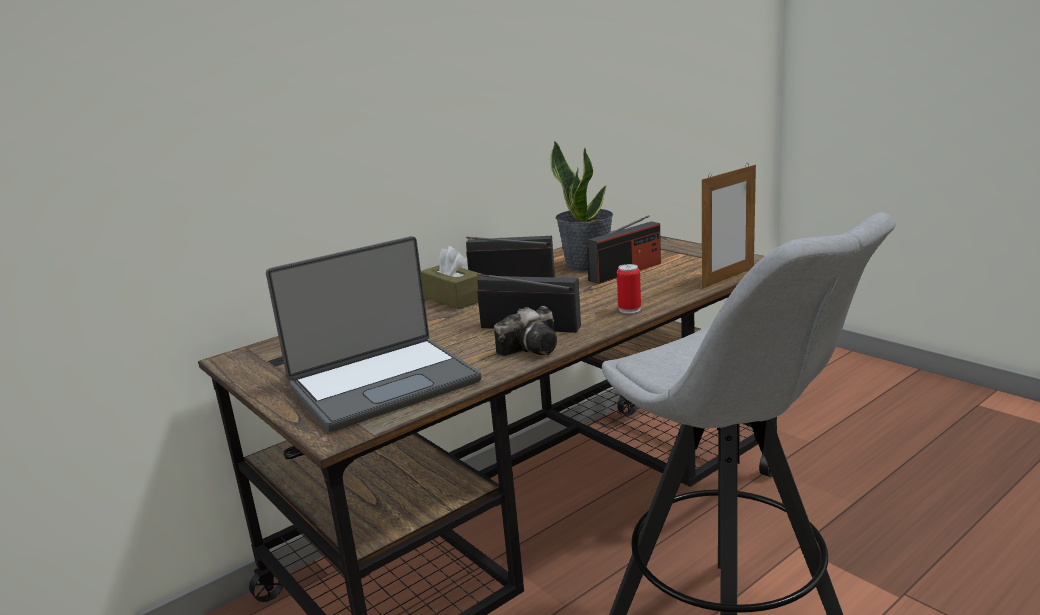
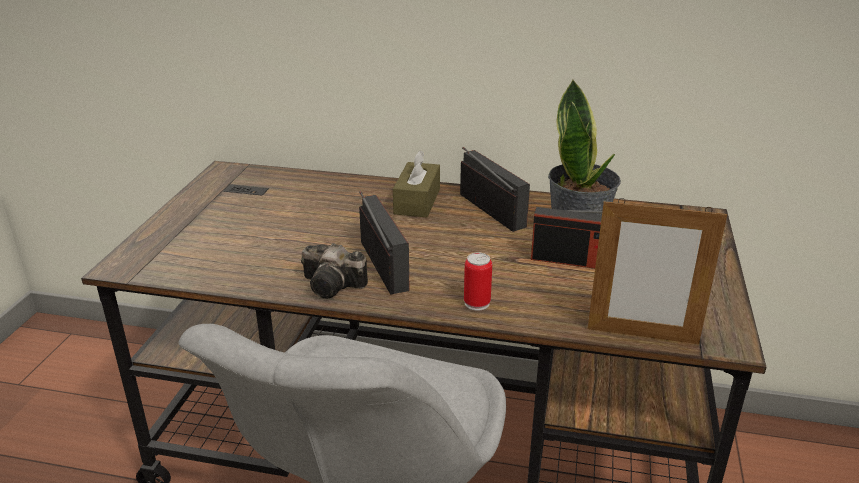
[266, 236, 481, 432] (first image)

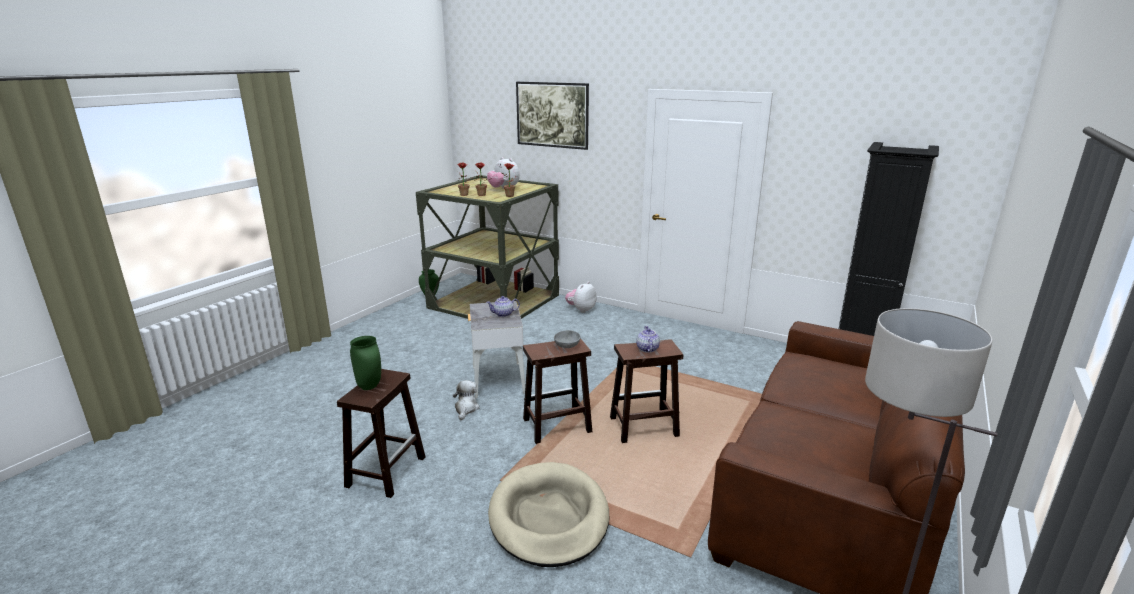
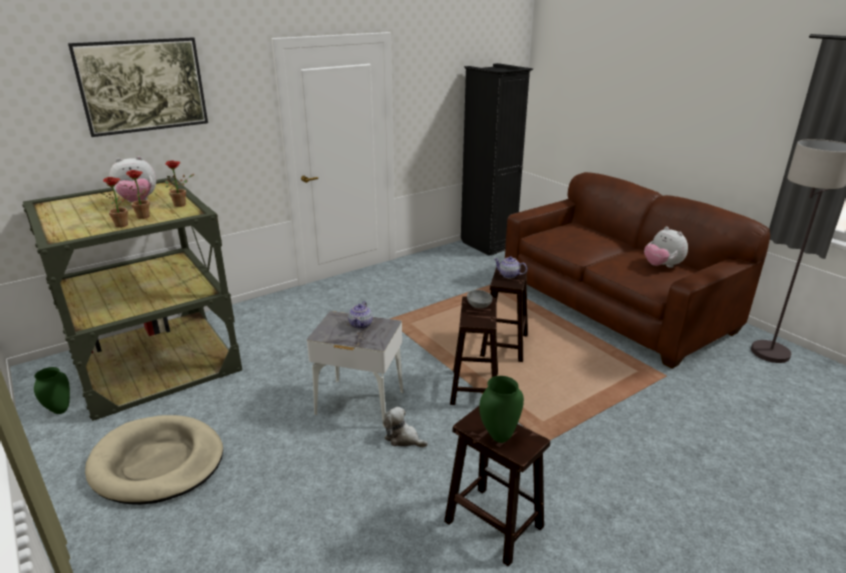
[85, 415, 223, 505]
[644, 227, 688, 268]

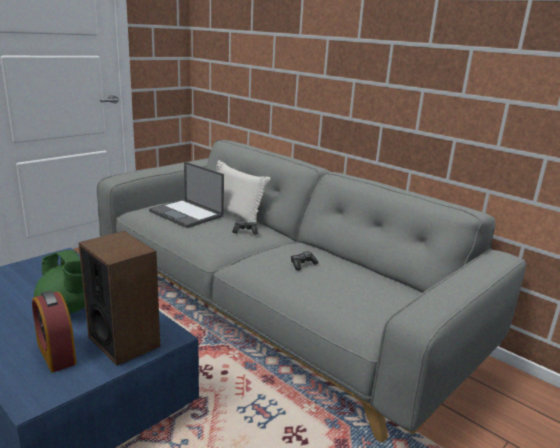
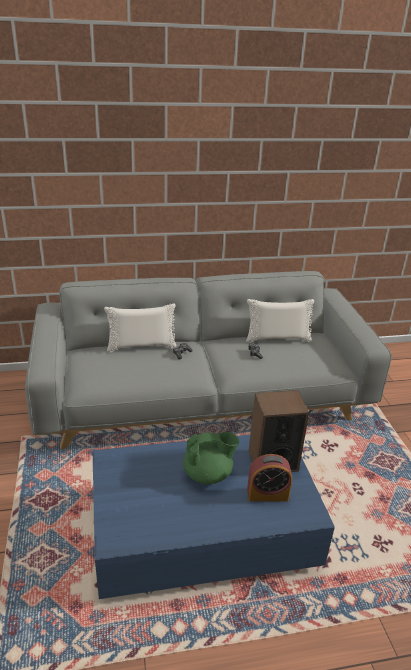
[149, 161, 224, 228] (first image)
[246, 299, 314, 343]

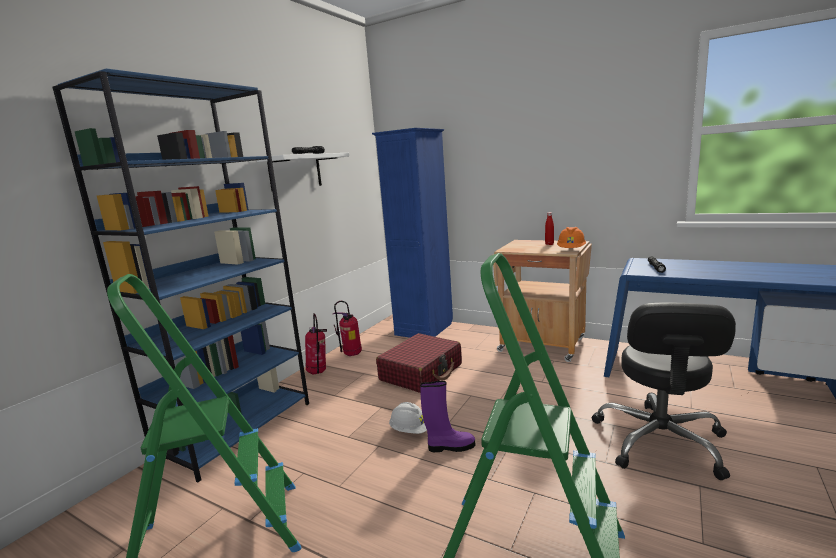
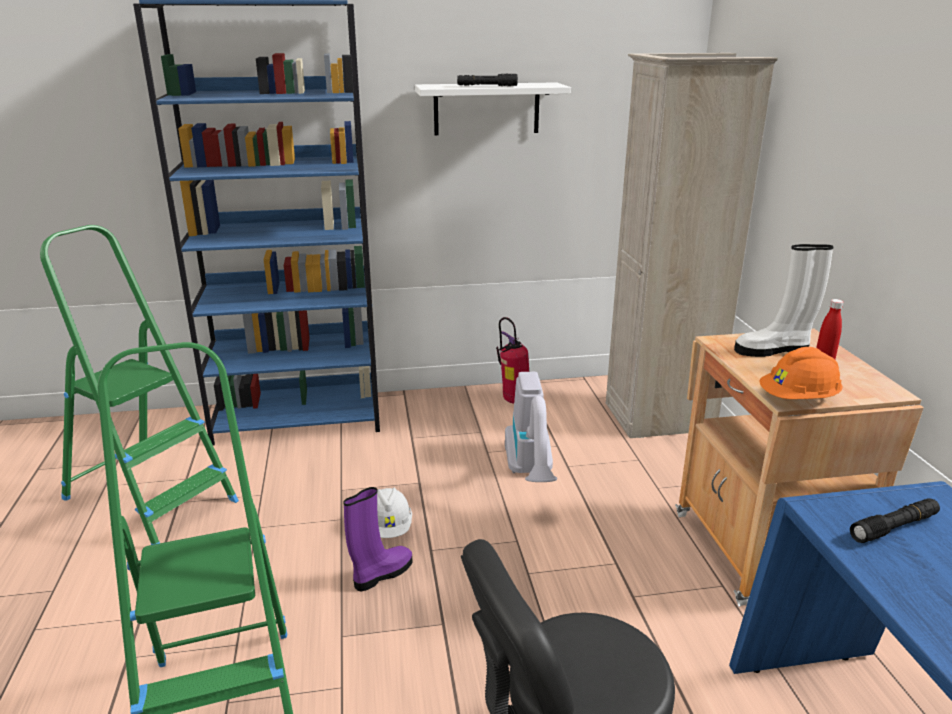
[305, 313, 327, 375] (first image)
[734, 244, 834, 357]
[505, 372, 557, 482]
[606, 53, 778, 438]
[343, 487, 412, 591]

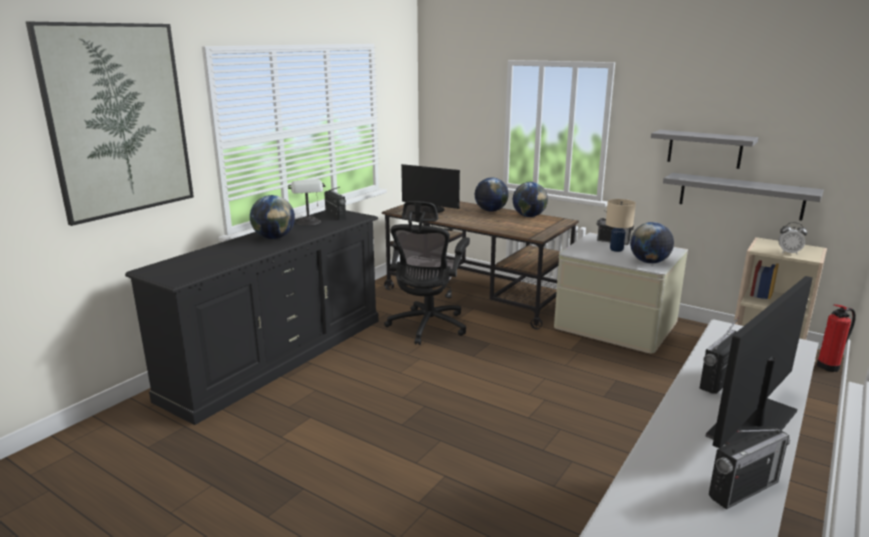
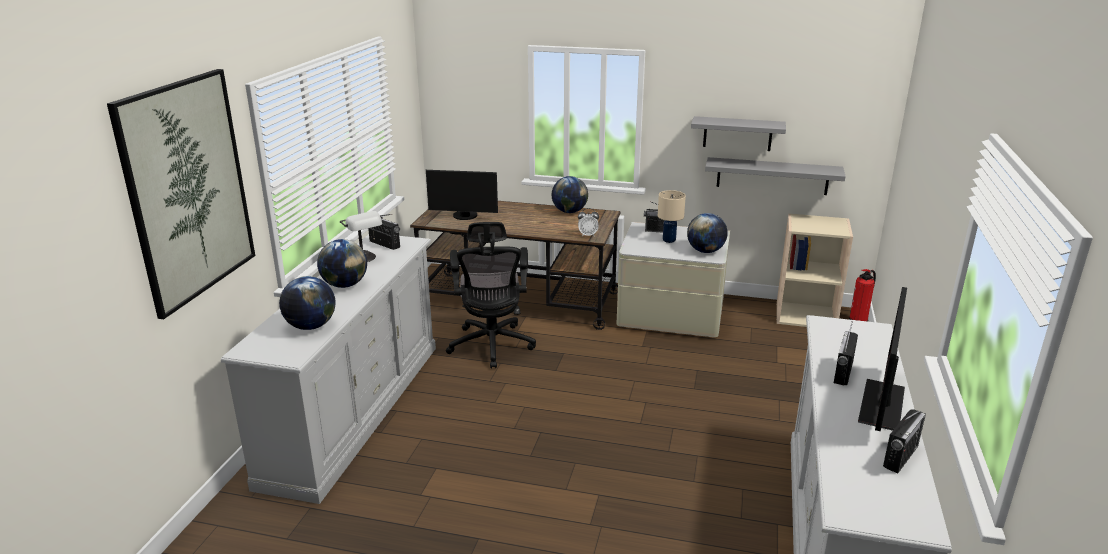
[279, 276, 335, 330]
[578, 208, 599, 236]
[221, 234, 436, 504]

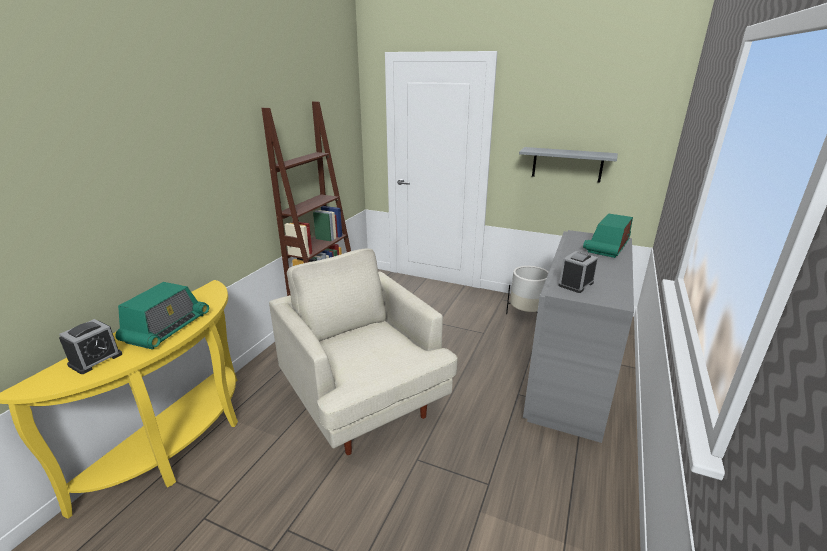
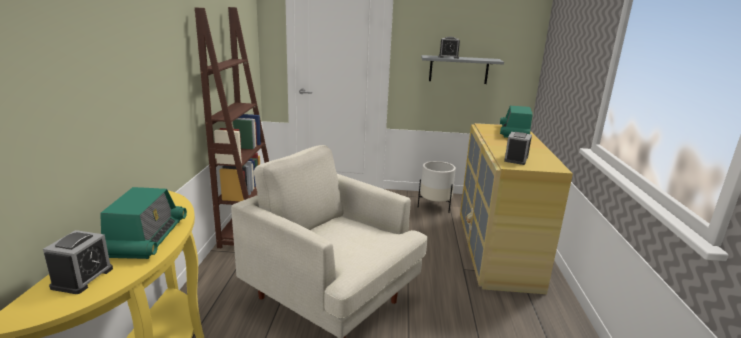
[439, 37, 460, 59]
[460, 123, 573, 294]

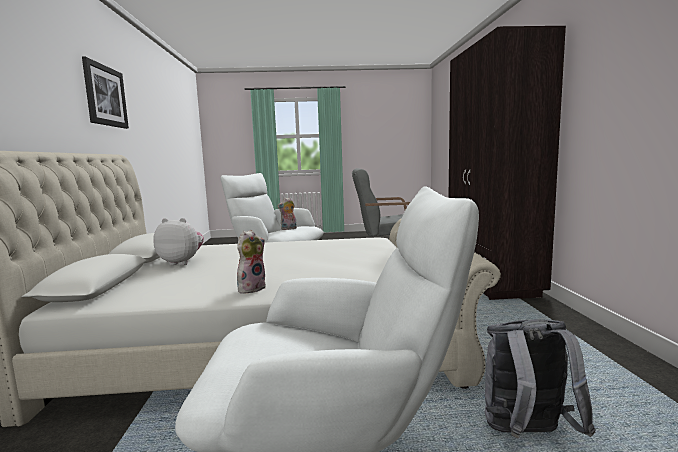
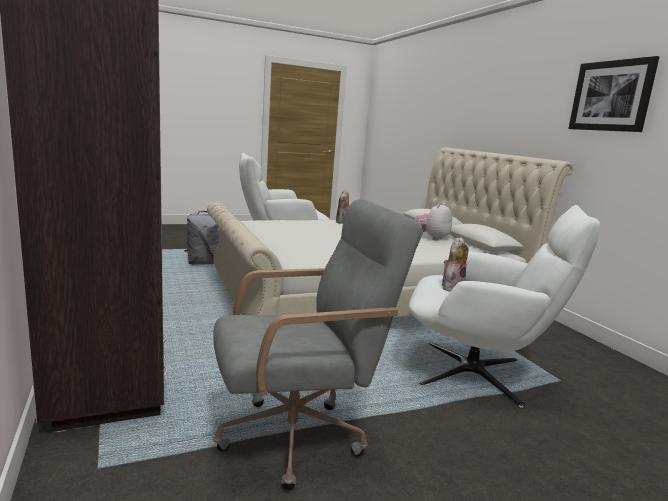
[415, 203, 452, 241]

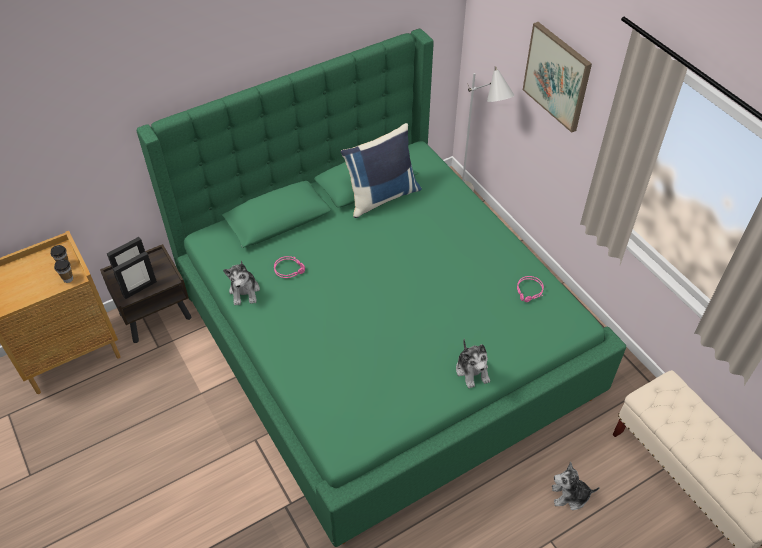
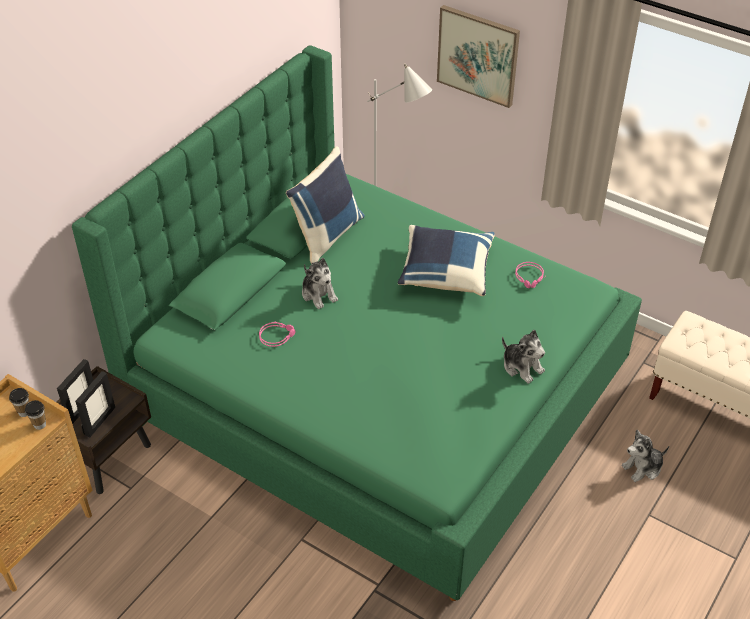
[398, 225, 495, 296]
[302, 258, 338, 309]

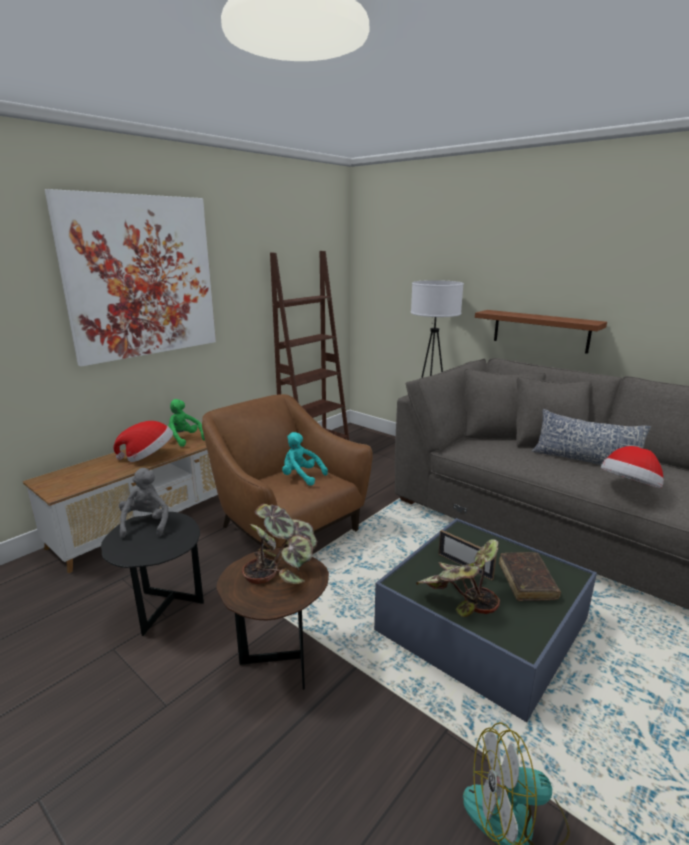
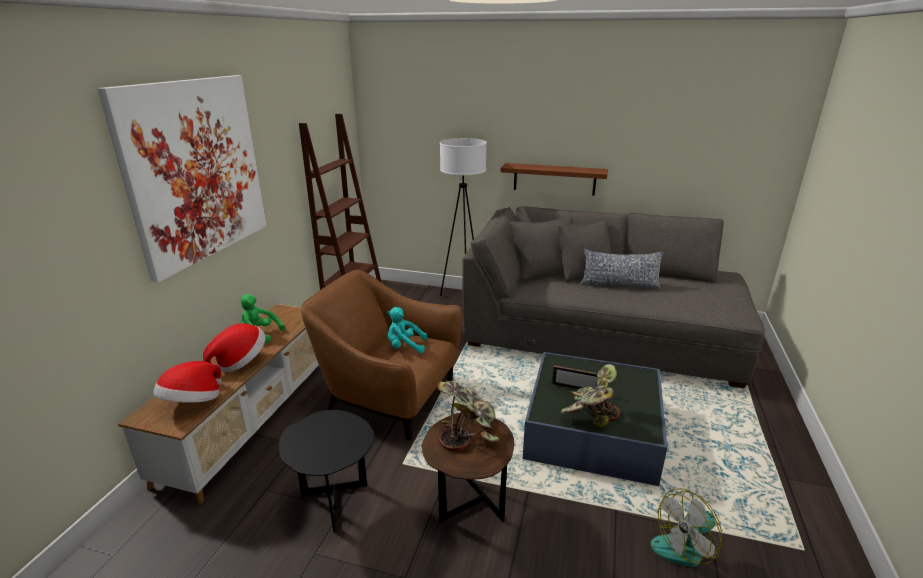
[119, 468, 168, 538] (first image)
[499, 552, 561, 601] (first image)
[153, 361, 222, 403]

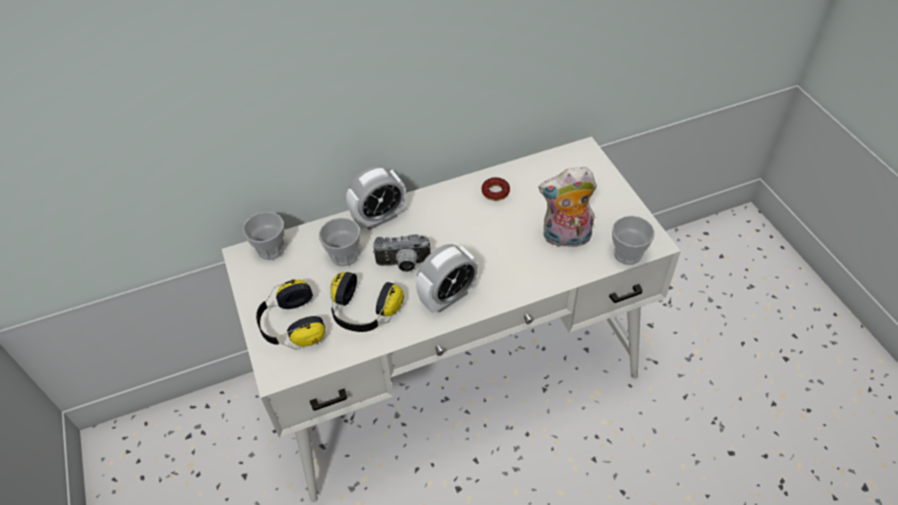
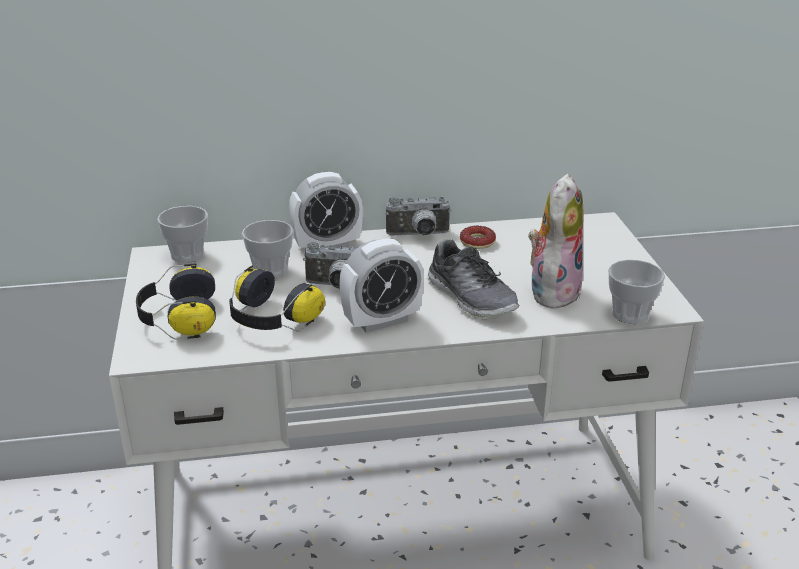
[386, 197, 451, 236]
[426, 239, 520, 319]
[528, 174, 583, 309]

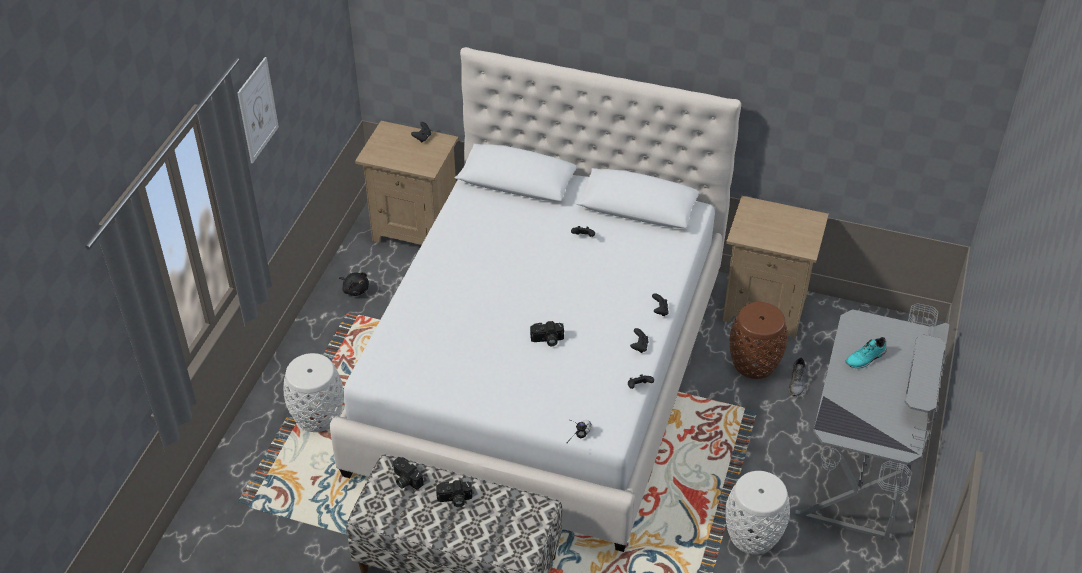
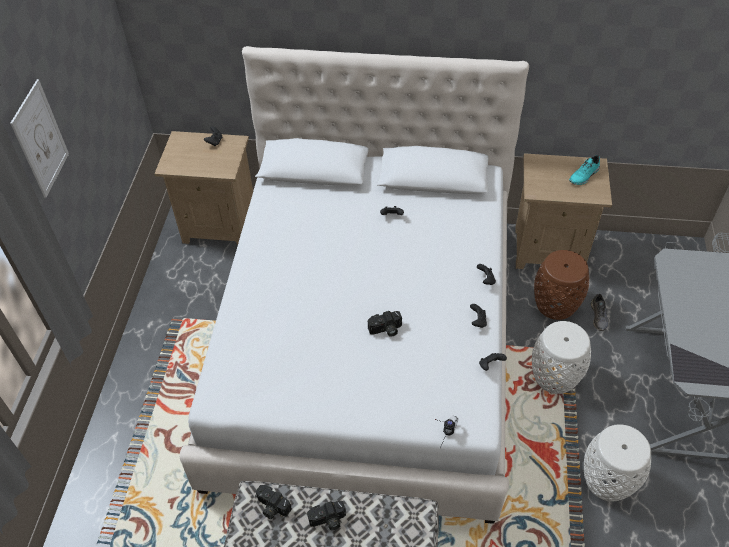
[339, 272, 369, 296] (first image)
[532, 321, 591, 394]
[569, 155, 600, 185]

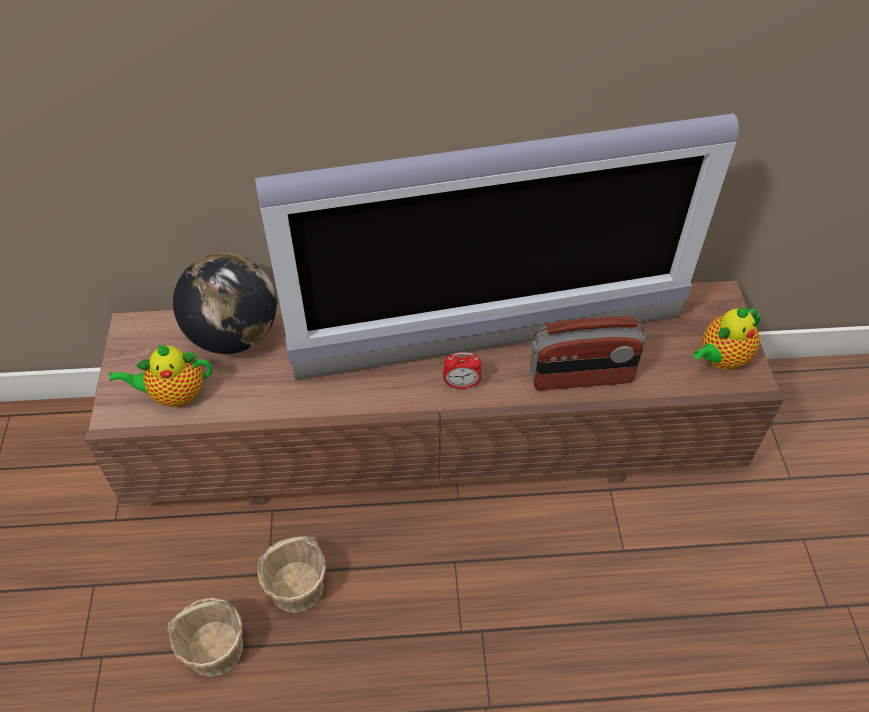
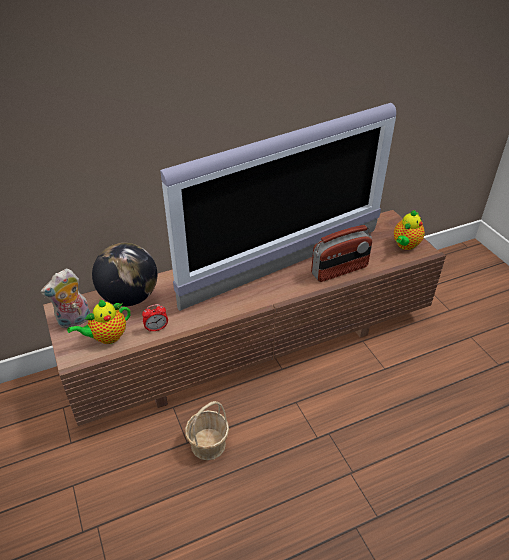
[168, 598, 243, 677] (first image)
[41, 269, 90, 328]
[142, 304, 168, 332]

